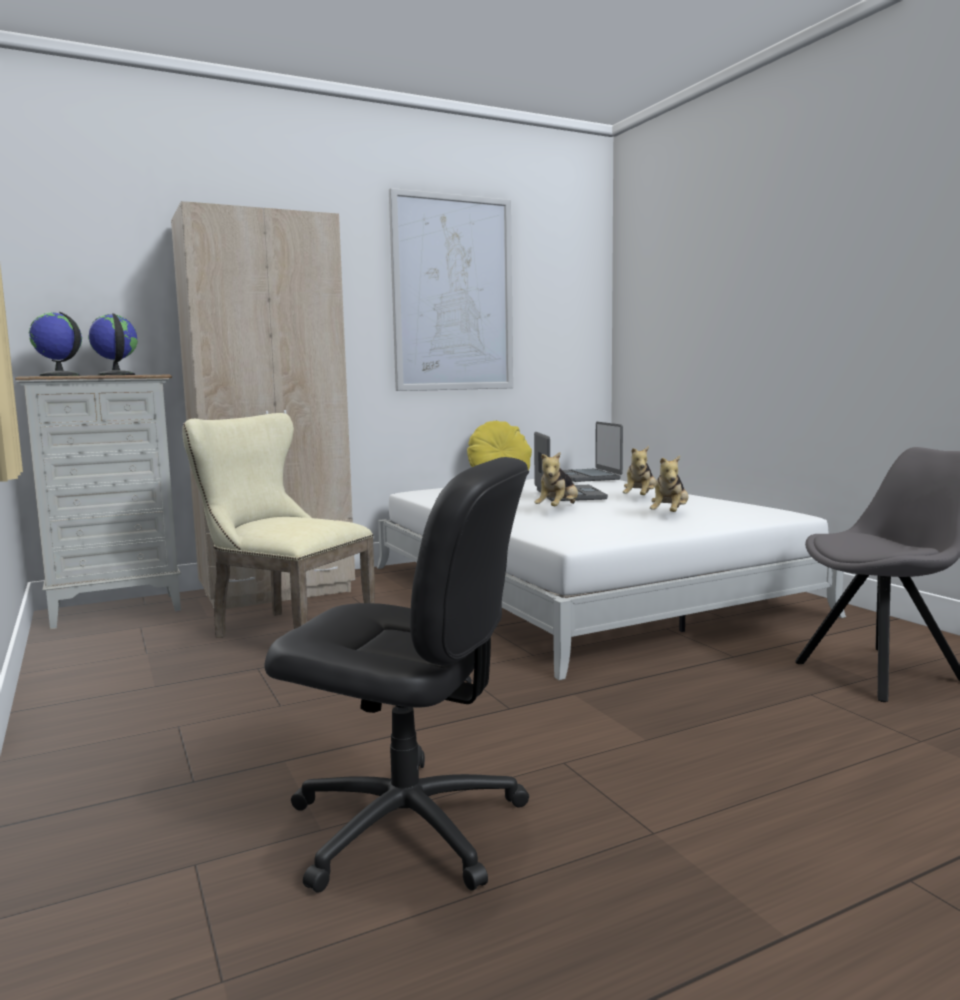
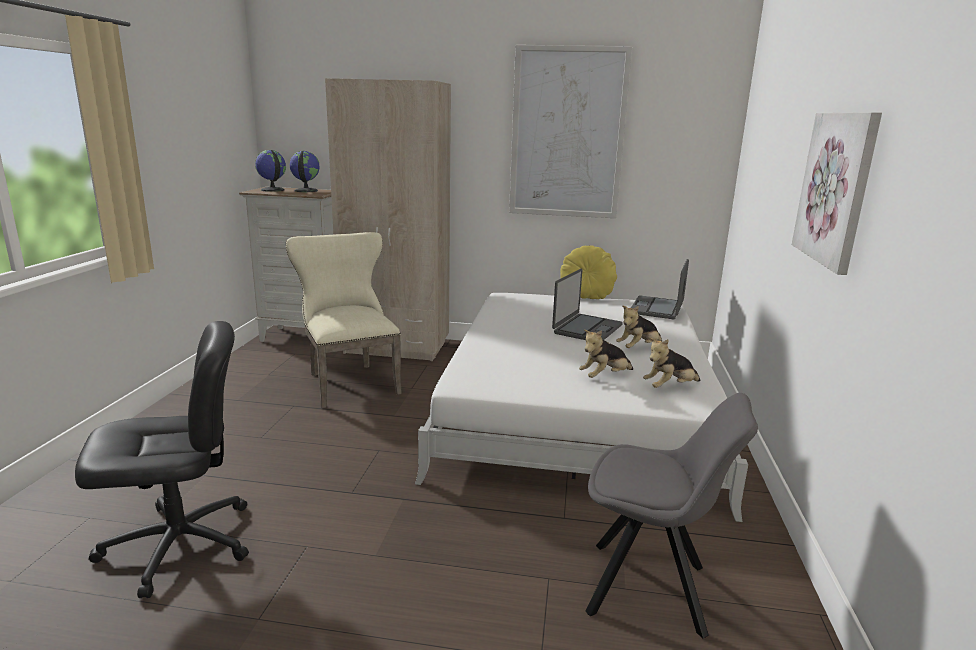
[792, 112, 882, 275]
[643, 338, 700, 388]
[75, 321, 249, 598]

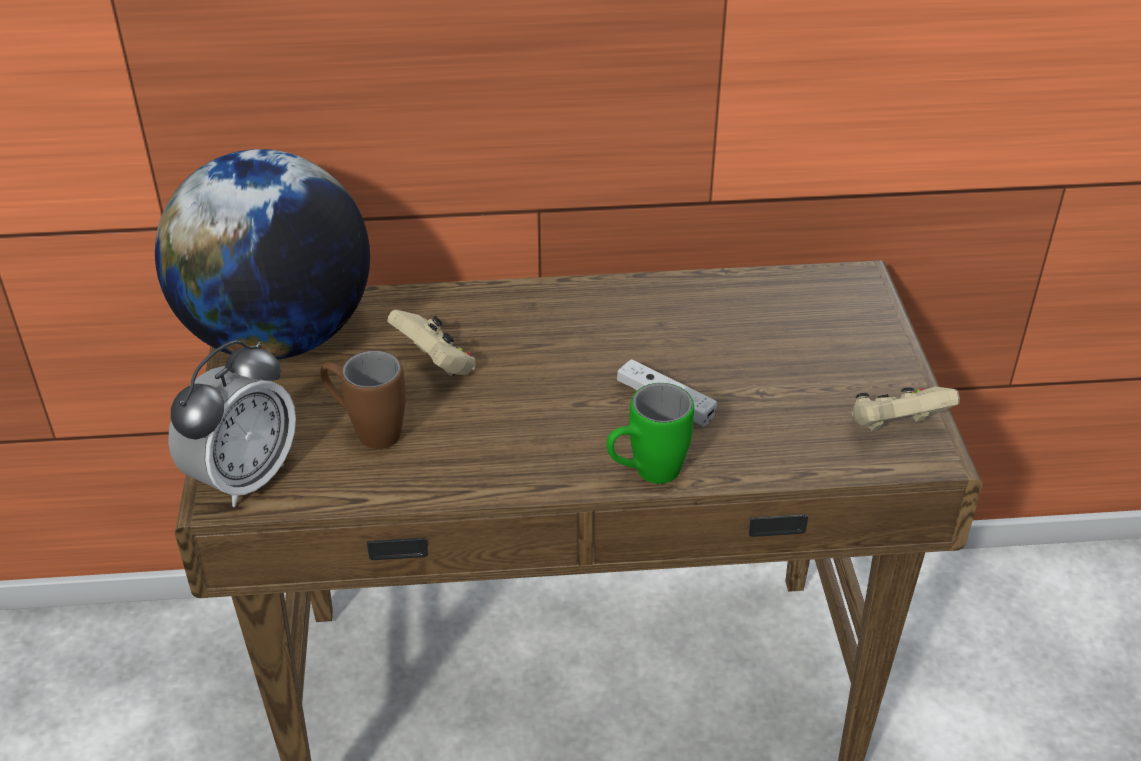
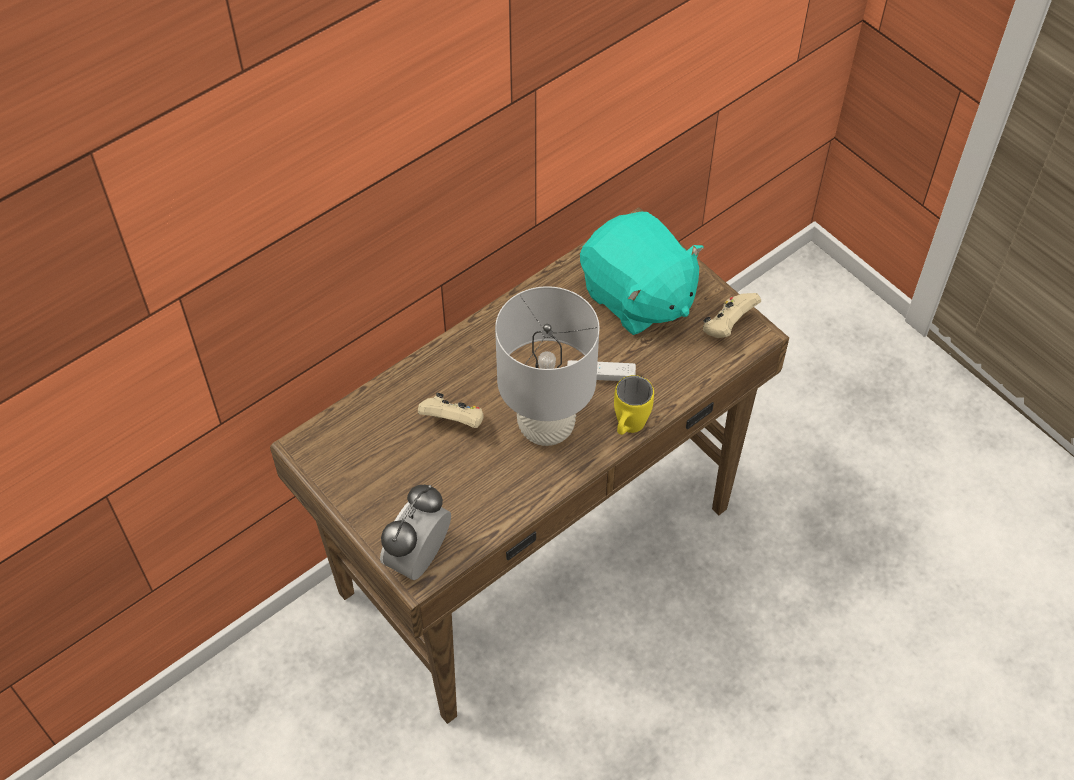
[155, 149, 370, 360] (first image)
[320, 350, 406, 449] (first image)
[495, 286, 599, 446]
[580, 212, 704, 335]
[614, 375, 654, 435]
[380, 485, 451, 580]

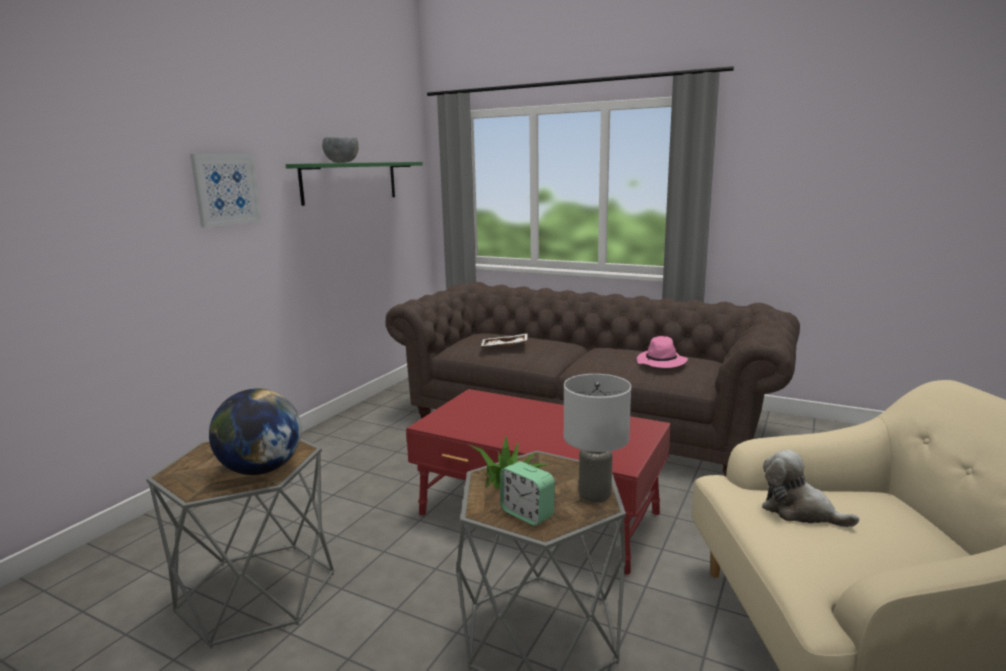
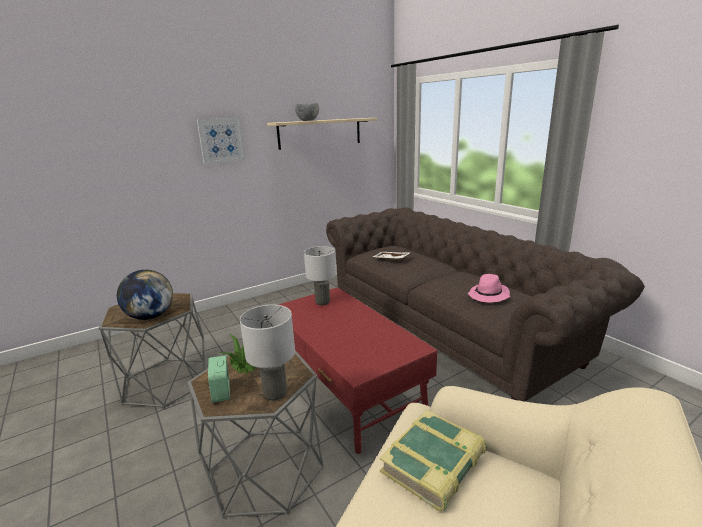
[304, 246, 336, 305]
[380, 410, 487, 511]
[267, 118, 377, 150]

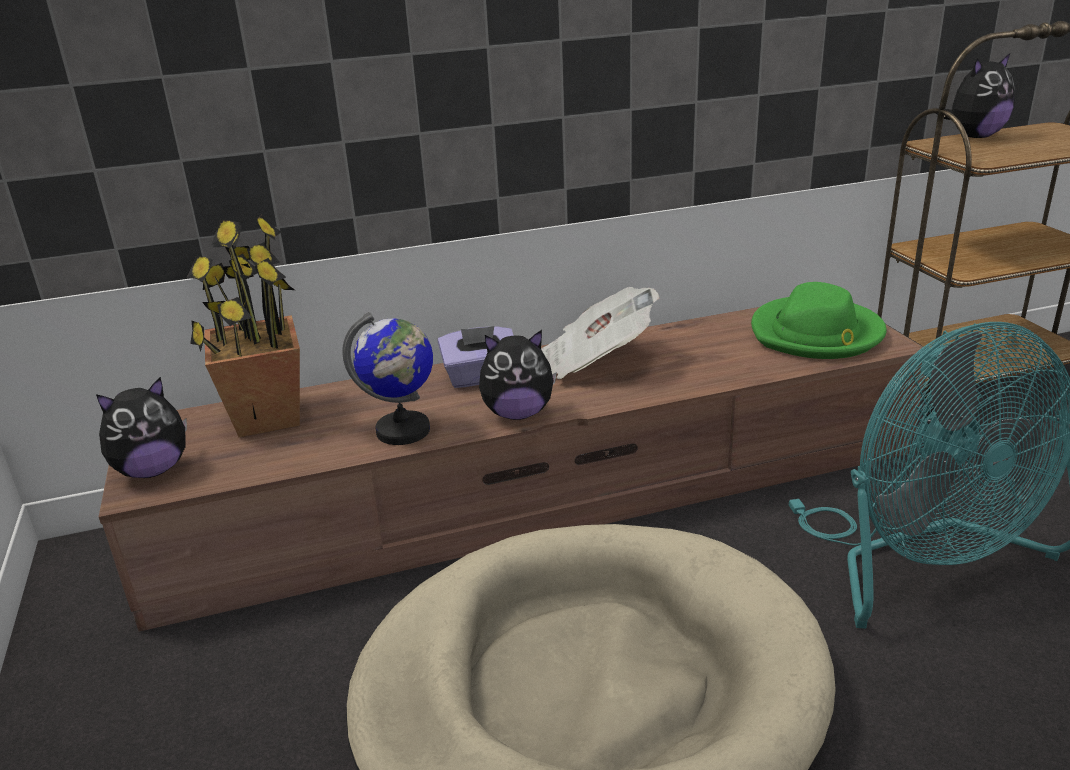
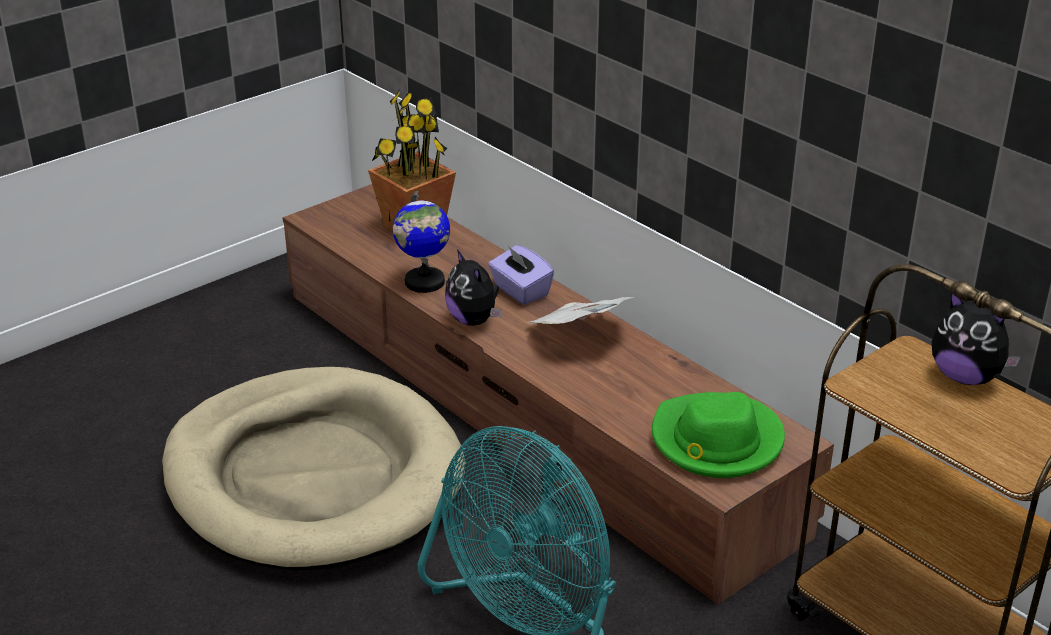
[96, 377, 187, 478] (first image)

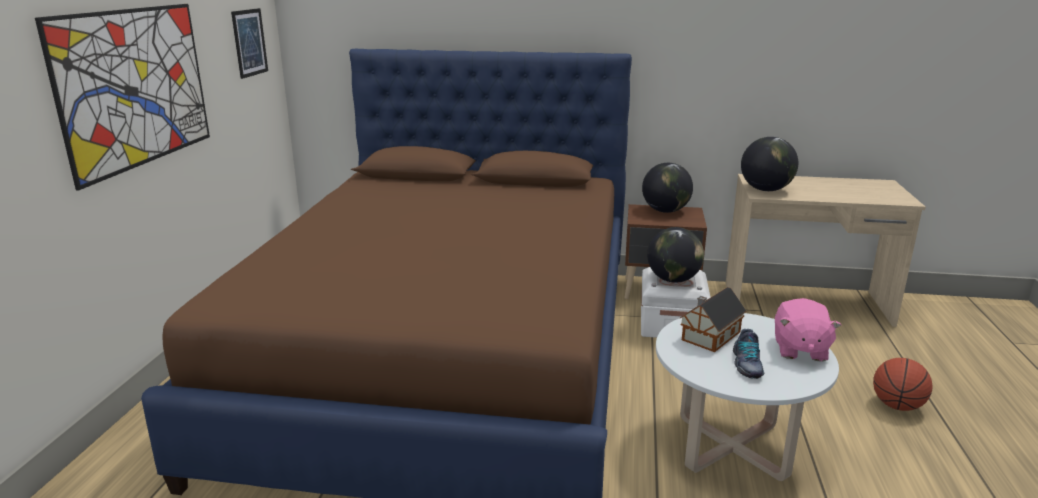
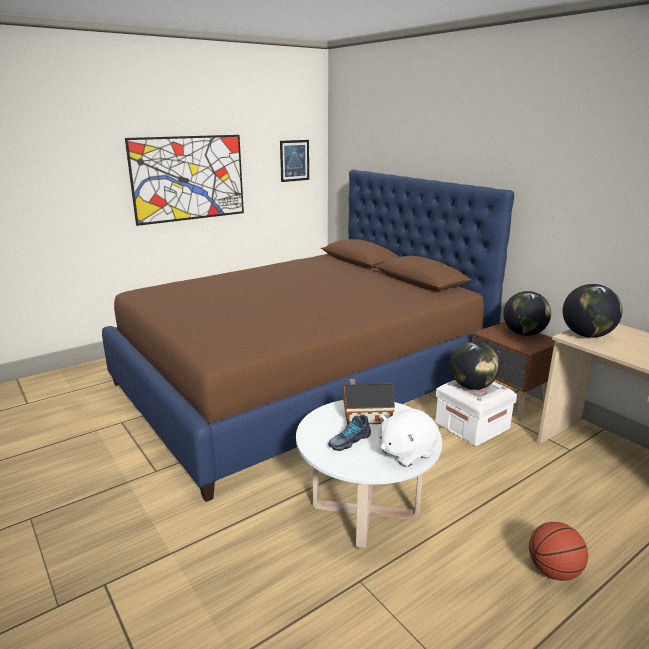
[378, 408, 439, 467]

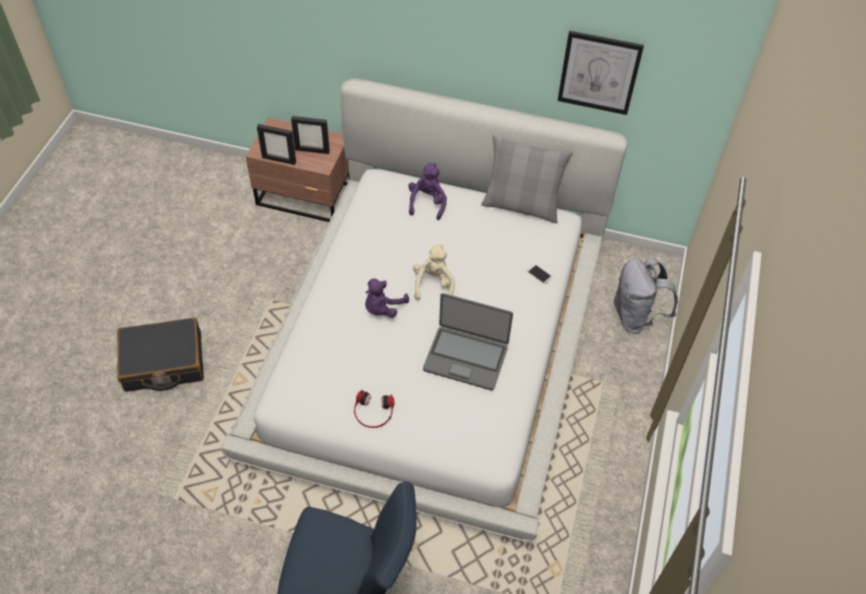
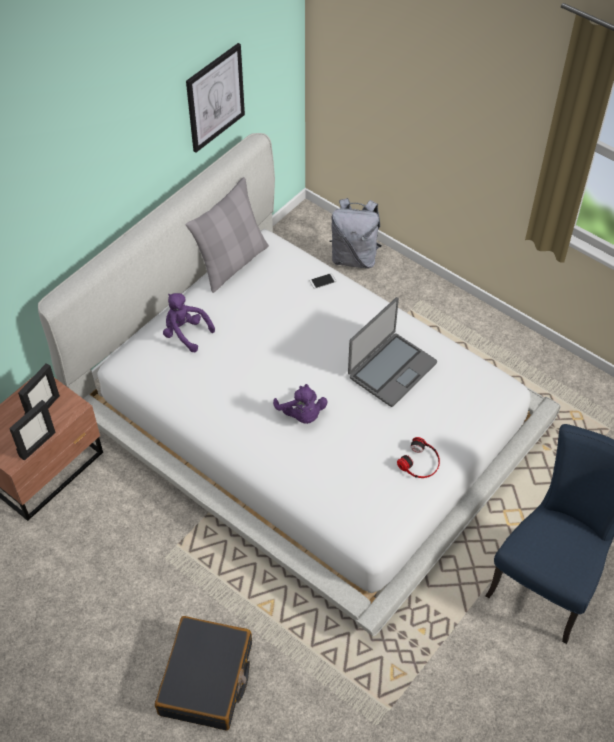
[413, 244, 455, 300] (first image)

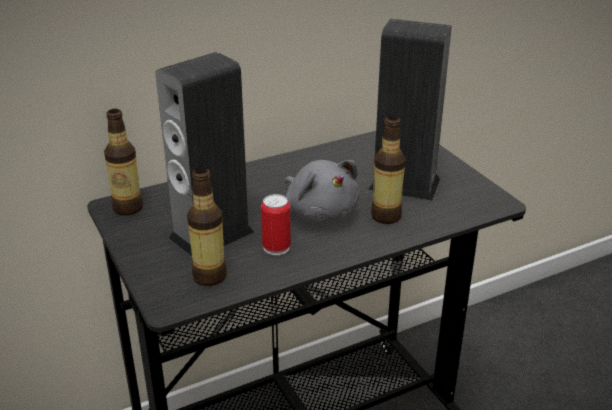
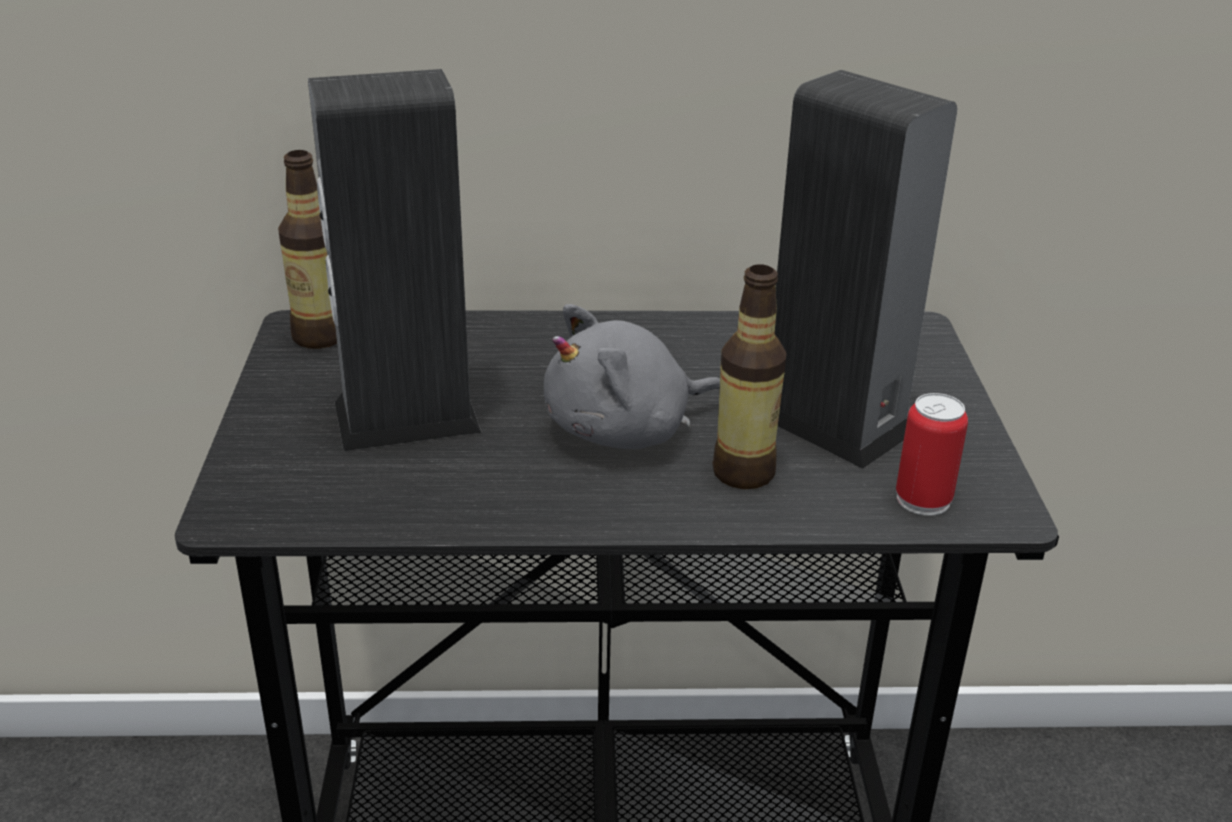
[187, 168, 227, 286] (first image)
[896, 393, 968, 516]
[544, 304, 720, 449]

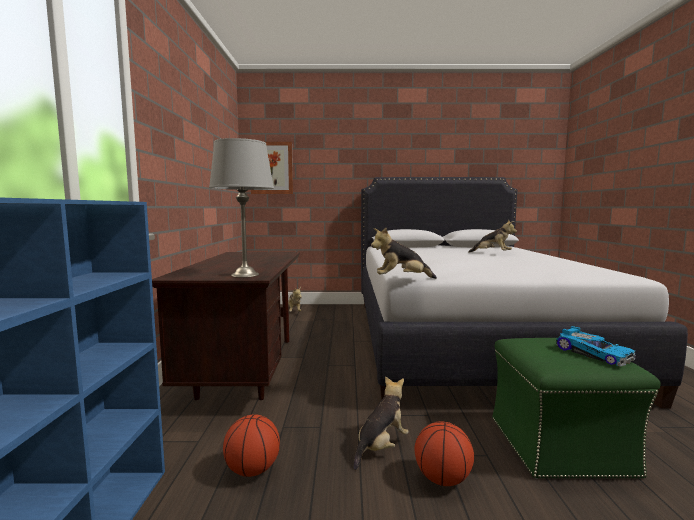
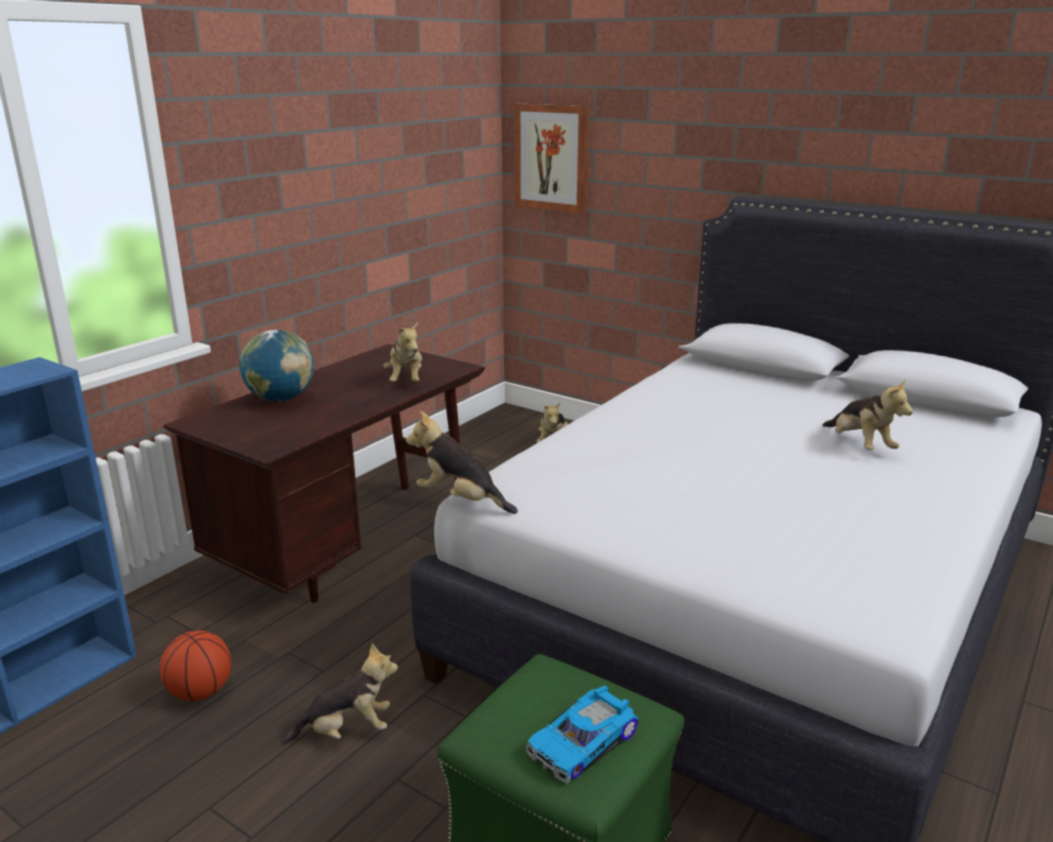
[209, 138, 274, 278] (first image)
[414, 421, 474, 486] (first image)
[239, 330, 314, 402]
[383, 322, 422, 382]
[526, 686, 639, 784]

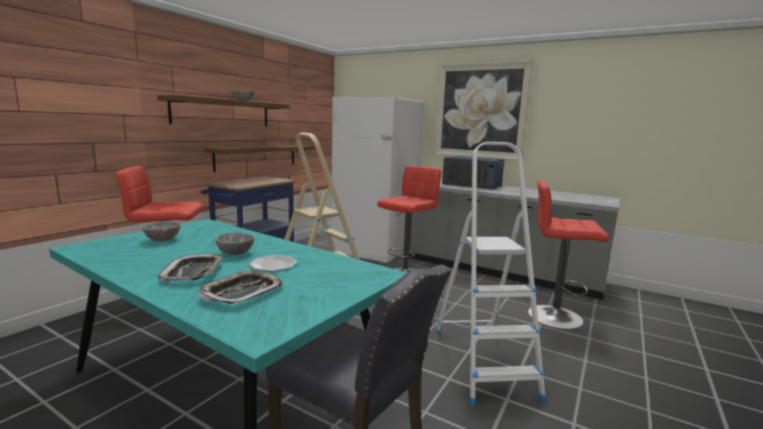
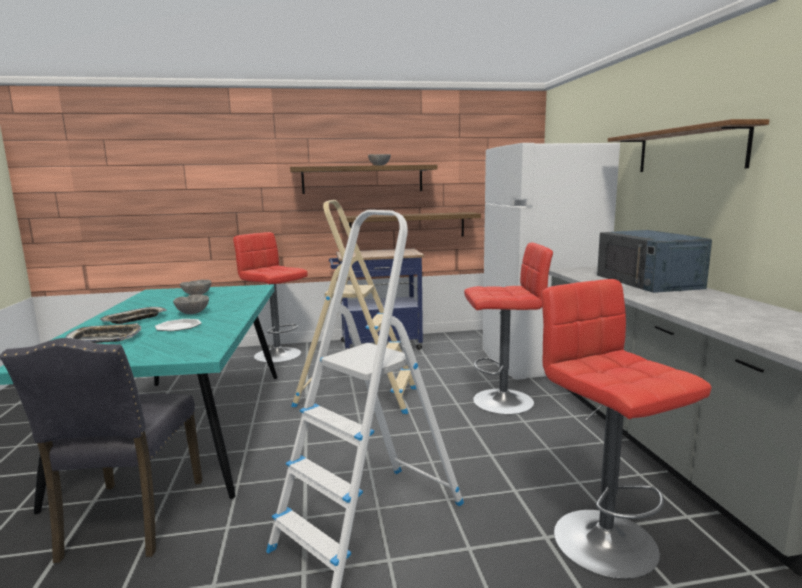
[608, 119, 769, 172]

